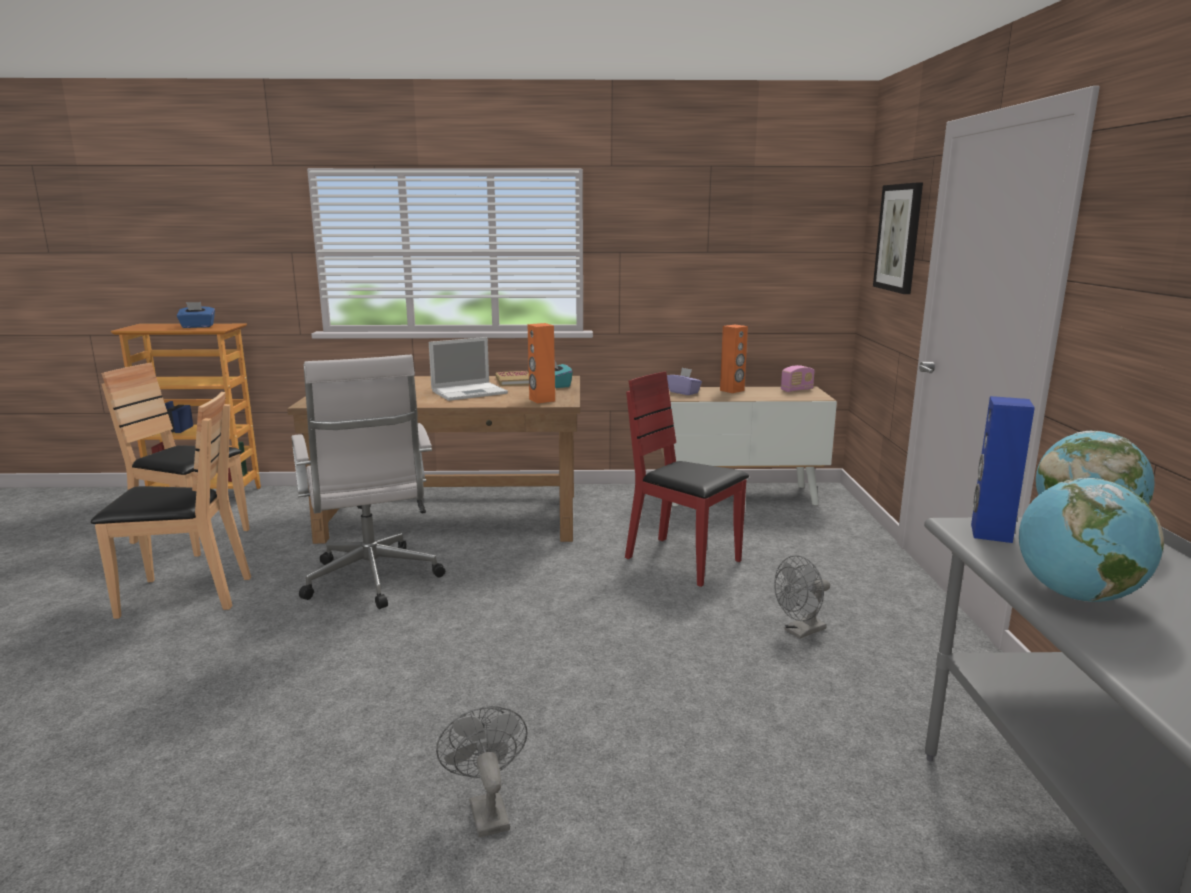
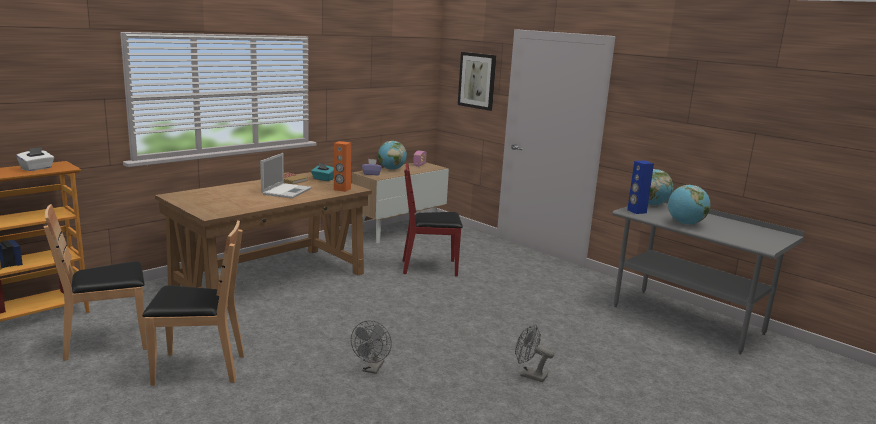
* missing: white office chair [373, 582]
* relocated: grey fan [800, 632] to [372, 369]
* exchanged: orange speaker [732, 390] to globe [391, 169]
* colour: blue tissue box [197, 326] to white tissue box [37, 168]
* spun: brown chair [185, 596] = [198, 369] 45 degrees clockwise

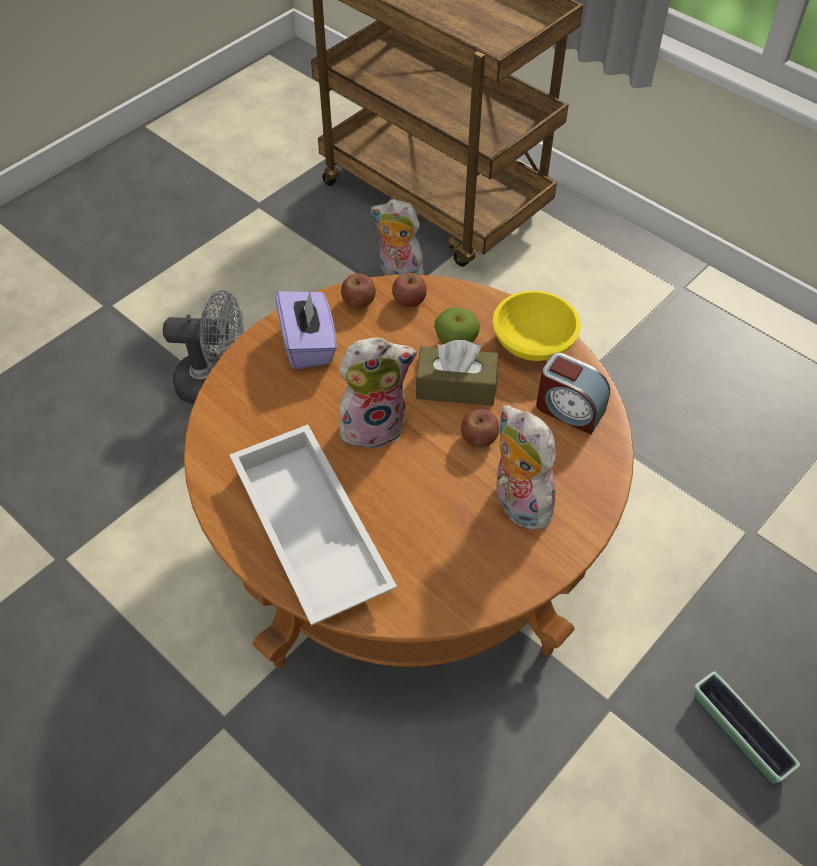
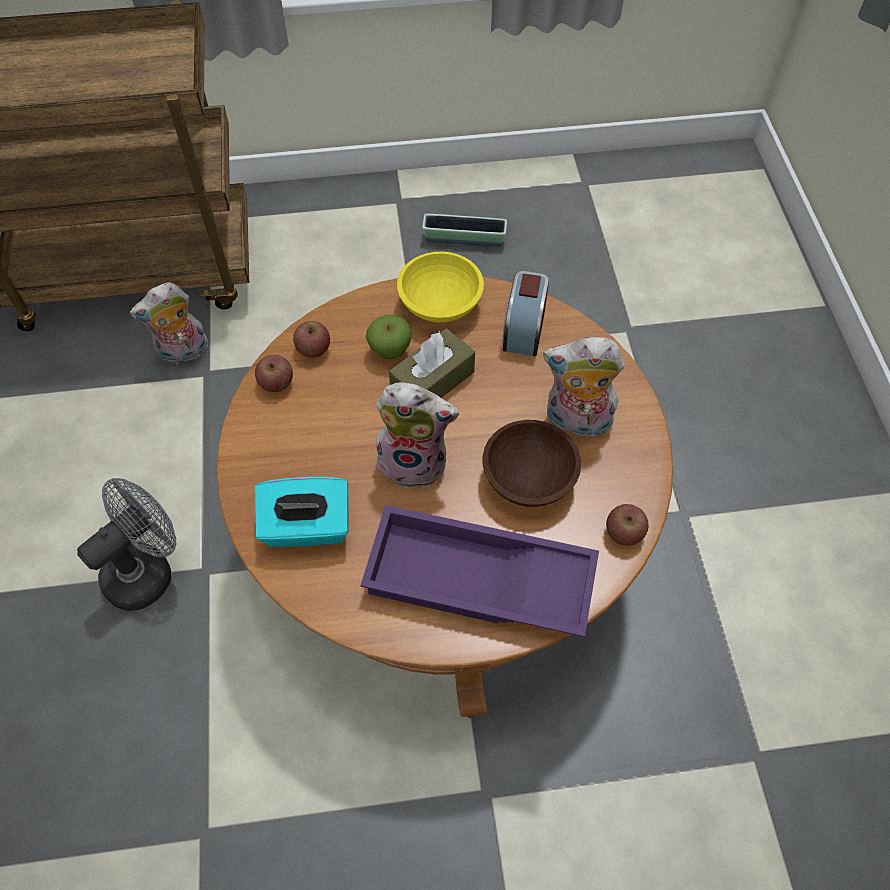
* missing: purple tissue box [309, 344]
* appeared: turquoise tissue box [307, 527]
* appeared: brown bowl [527, 478]
* relocated: apple [479, 438] to [624, 532]
* relocated: planter [738, 735] to [464, 239]
* colour: white tray [307, 532] to purple tray [477, 582]
* spun: plush toy [374, 424] = [415, 461] 75 degrees clockwise
* spun: alarm clock [569, 410] = [523, 329] 120 degrees clockwise

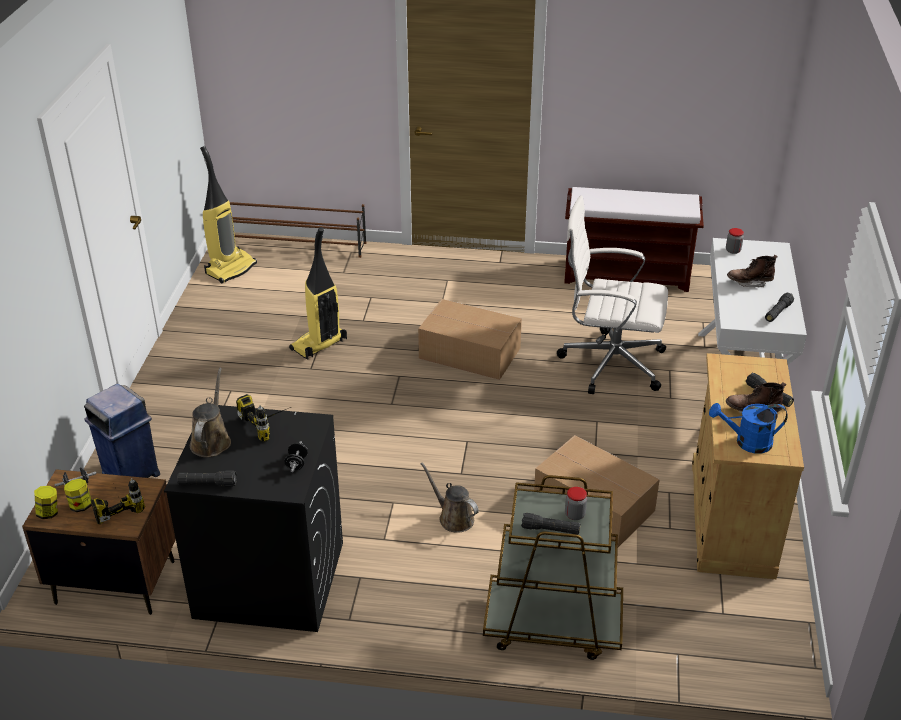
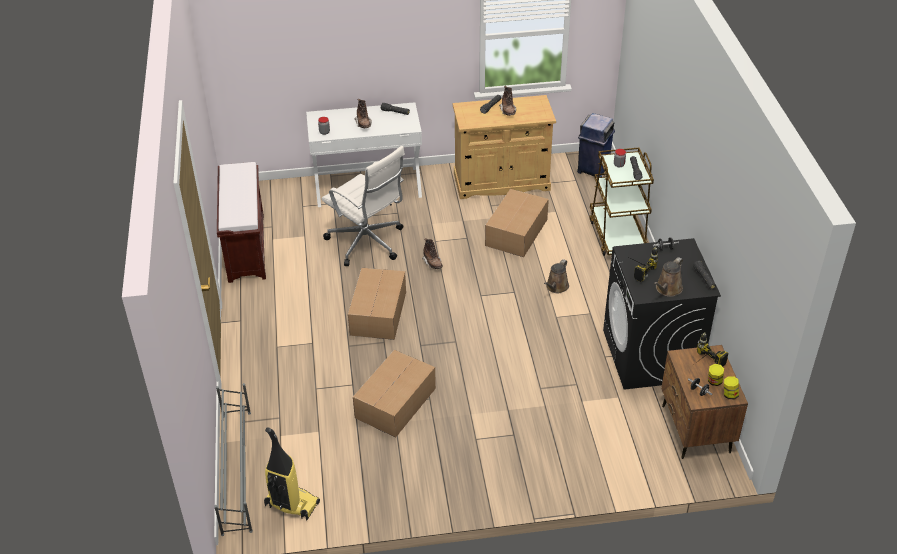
* missing: blue watering can [747, 442]
* appeared: brown boot [432, 263]
* relocated: blue trash can [130, 474] to [593, 170]
* exchanged: vacuum cleaner [319, 345] to cardboard box [396, 402]
* colour: brown shoe rack [292, 245] to grey shoe rack [237, 470]
* spun: brown watering can [211, 440] = [667, 289] 45 degrees counterclockwise
* spun: white office chair [609, 363] = [367, 243] 45 degrees counterclockwise

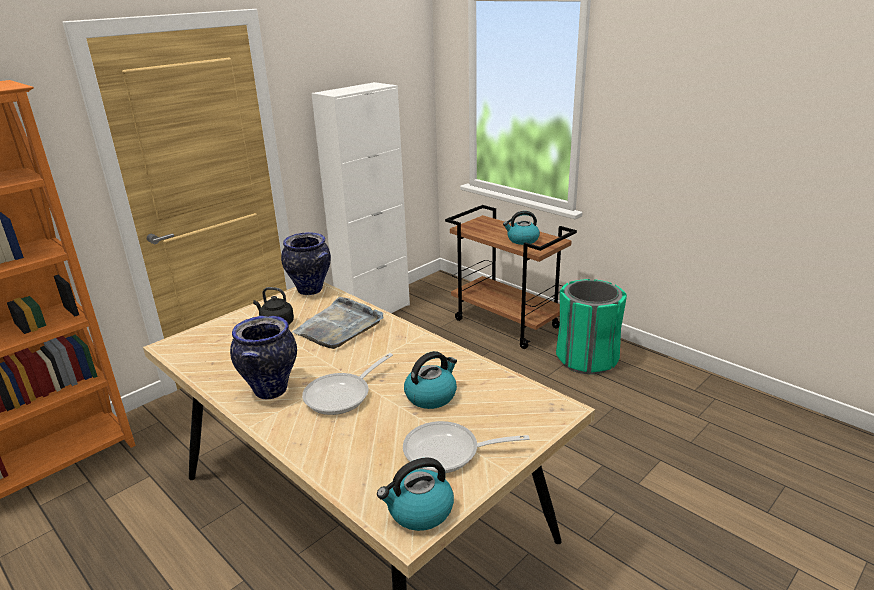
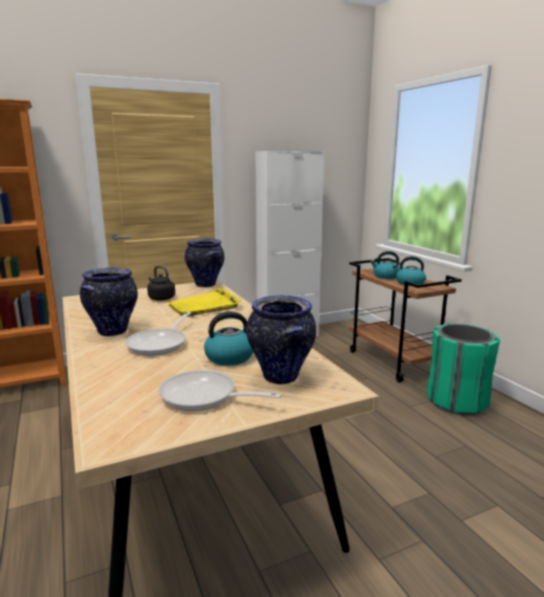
* appeared: vase [281, 377]
* relocated: kettle [419, 511] to [386, 276]
* colour: grey tray [339, 326] to yellow tray [204, 306]
* spun: frying pan [342, 395] = [160, 343] 45 degrees counterclockwise

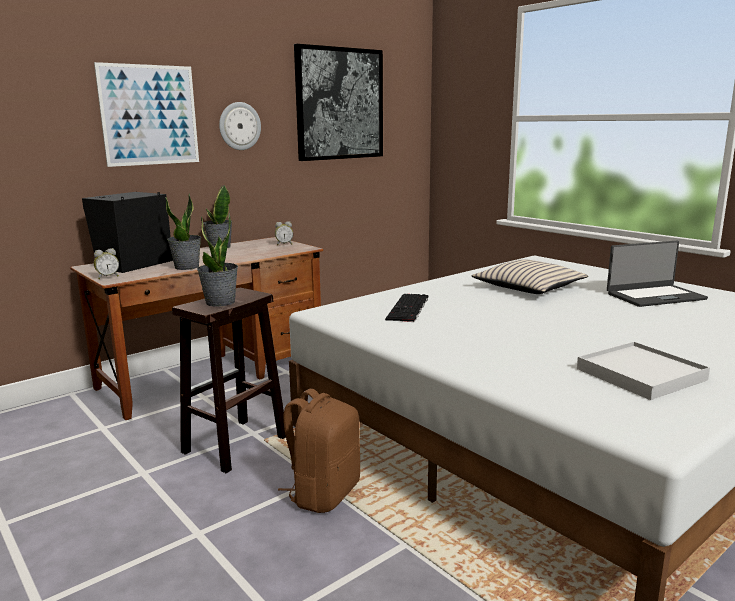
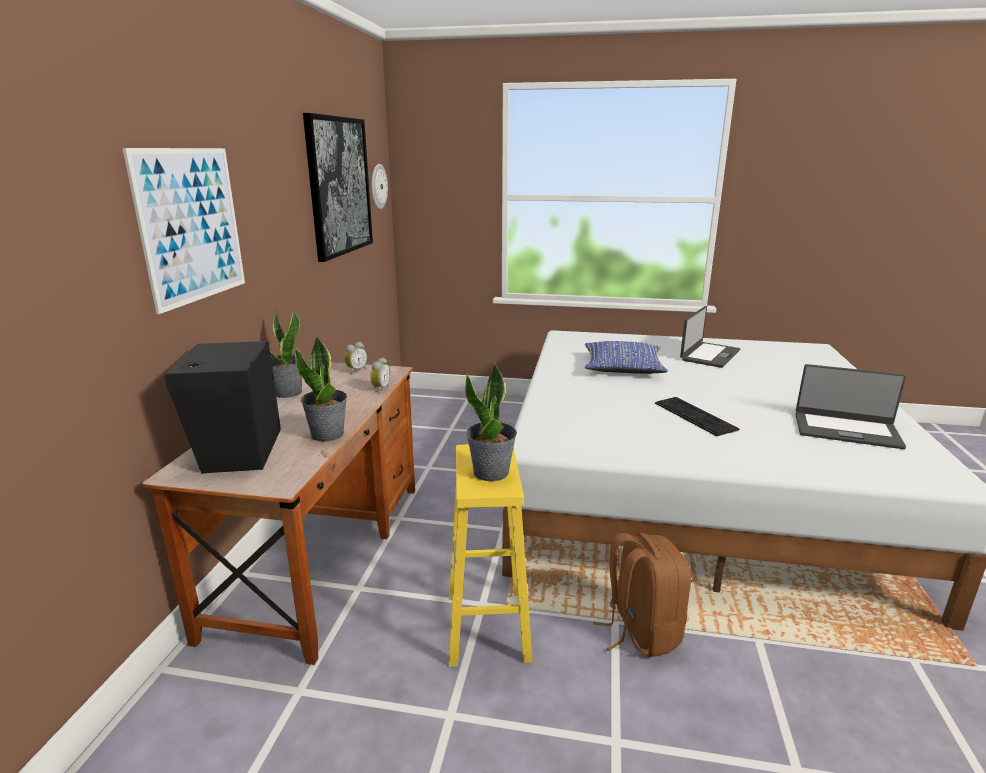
* relocated: alarm clock [107, 277] to [380, 389]
* relocated: wall clock [239, 126] to [378, 186]
* relocated: keyboard [409, 308] to [696, 416]
* exchanged: white tray [641, 374] to laptop [846, 430]
* colour: brown stool [234, 445] to yellow stool [488, 628]
* colour: beige pillow [528, 287] to blue pillow [623, 367]

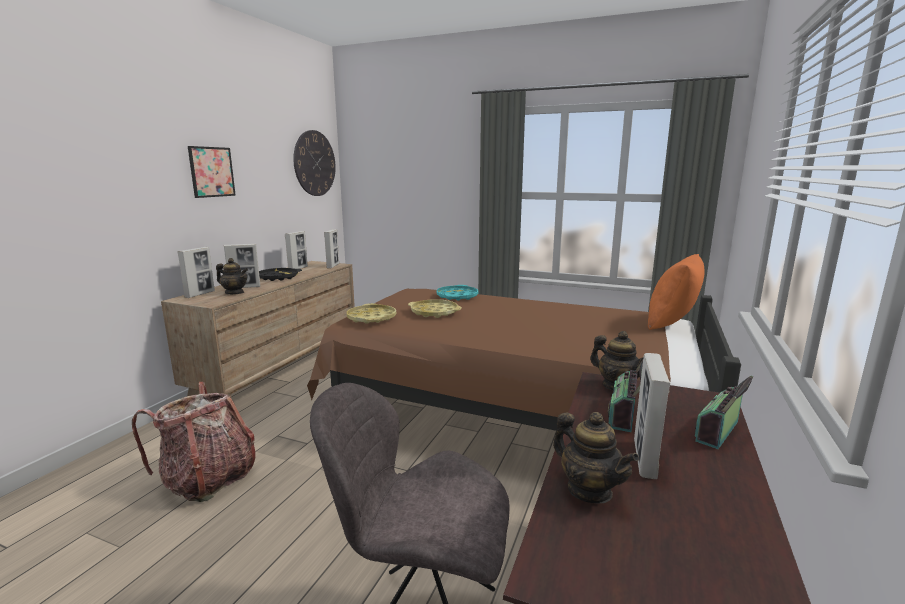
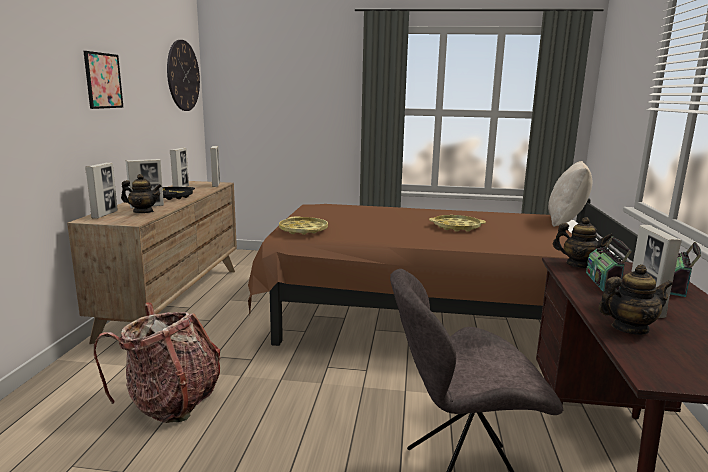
* missing: turquoise tray [457, 296]
* relocated: yellow tray [434, 312] to [456, 227]
* colour: orange pillow [672, 323] to beige pillow [566, 221]
* spun: teapot [589, 490] = [629, 328] 45 degrees counterclockwise

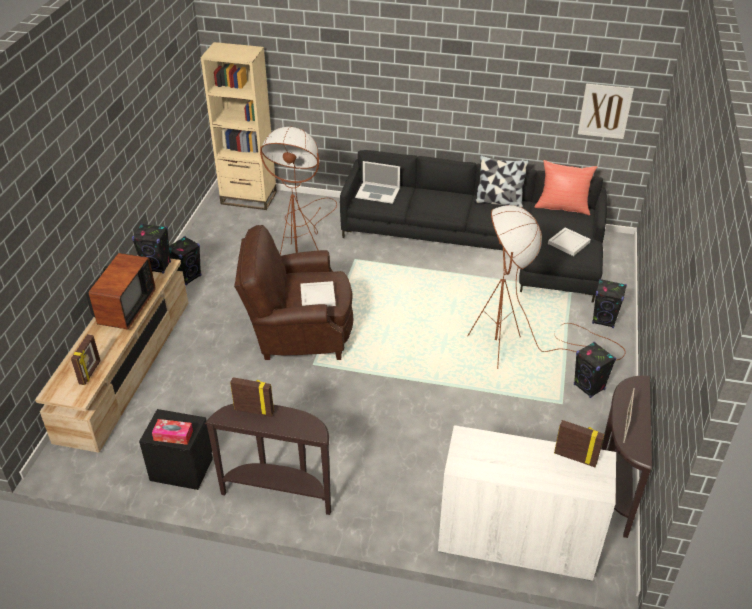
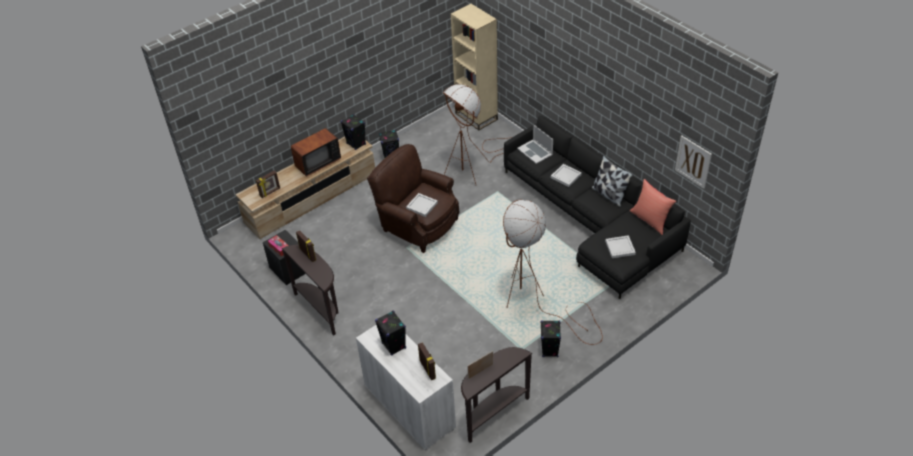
* appeared: white tray [566, 176]
* relocated: black speaker [604, 320] to [394, 346]

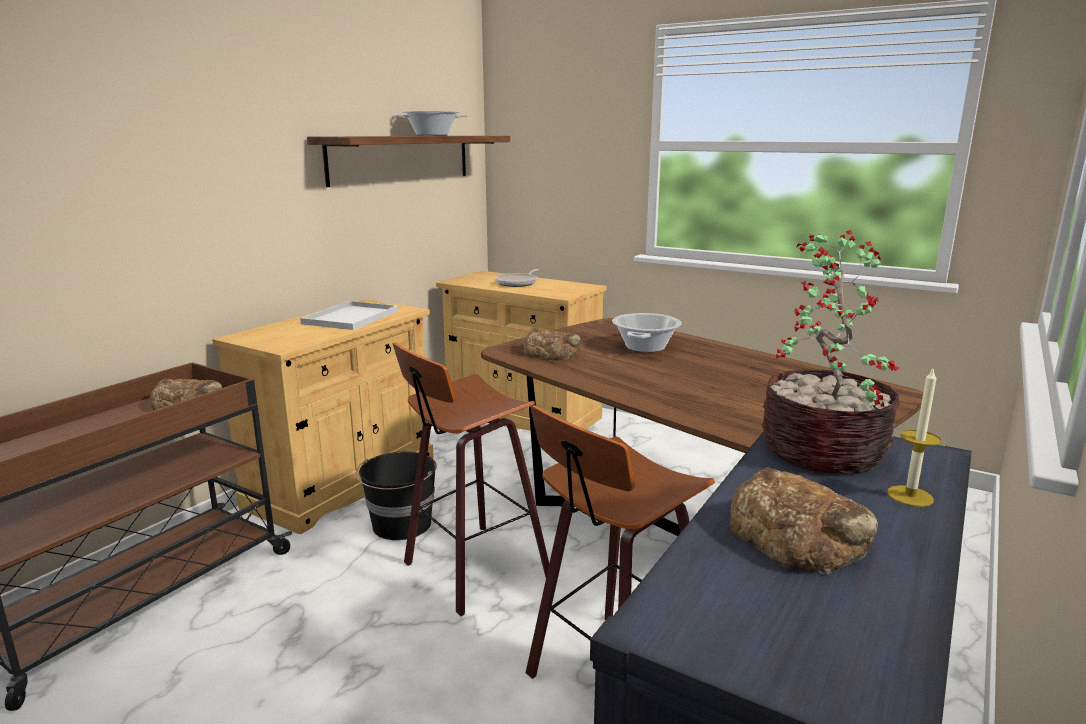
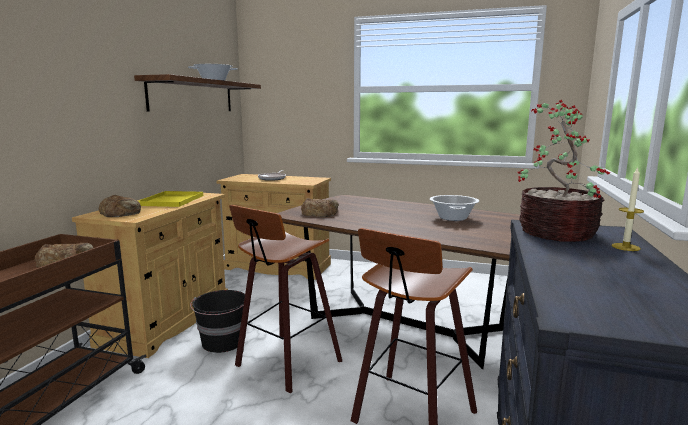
* relocated: cooking pot [645, 347] to [453, 218]
* relocated: bread [798, 535] to [121, 212]
* colour: white tray [351, 318] to yellow tray [171, 200]

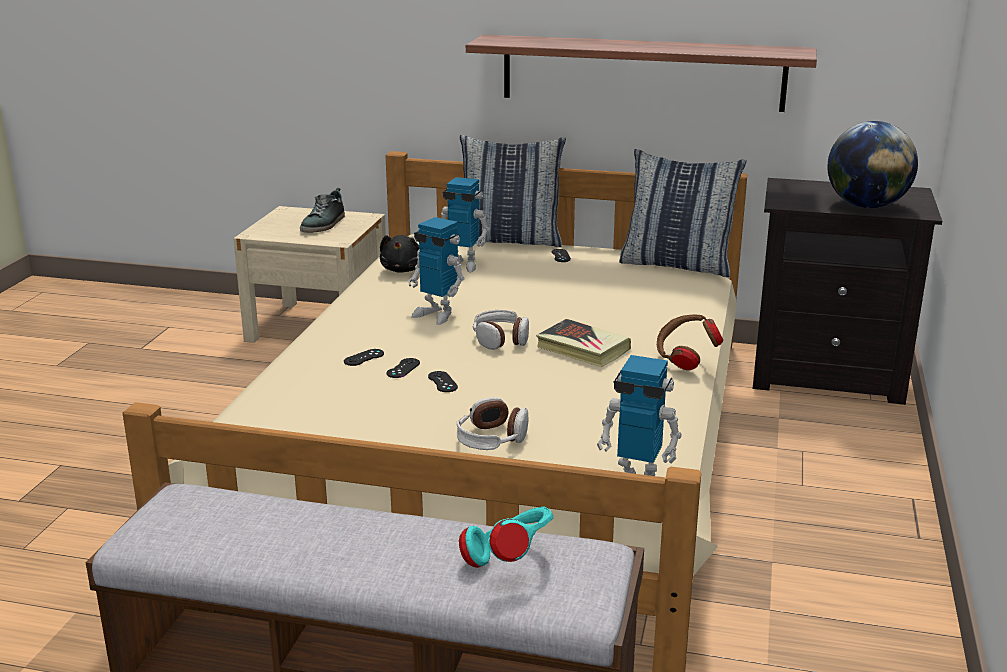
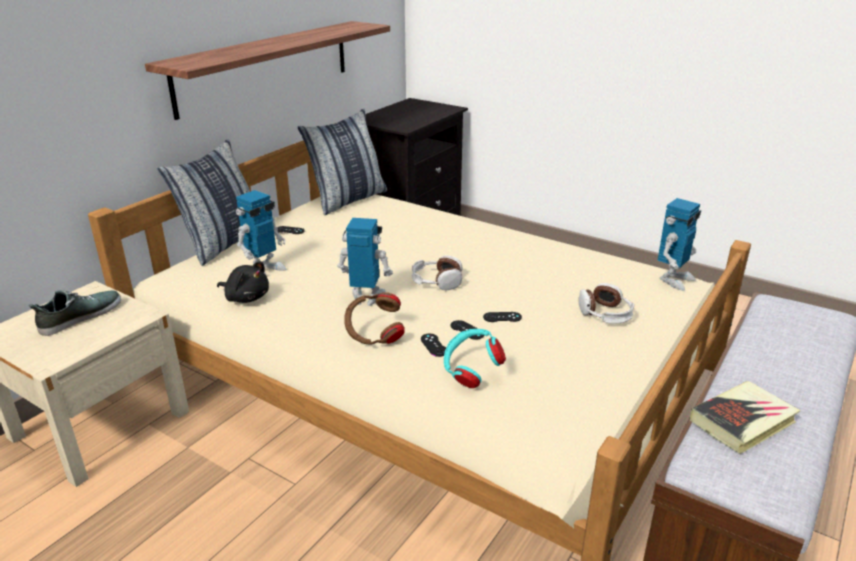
* missing: globe [866, 206]
* relocated: turquoise headphones [510, 560] to [471, 373]
* relocated: book [583, 349] to [742, 421]
* relocated: brown headphones [685, 360] to [374, 336]
* spun: shoe [324, 224] = [80, 316] 90 degrees counterclockwise
* spun: toy robot [437, 314] = [366, 298] 135 degrees counterclockwise

